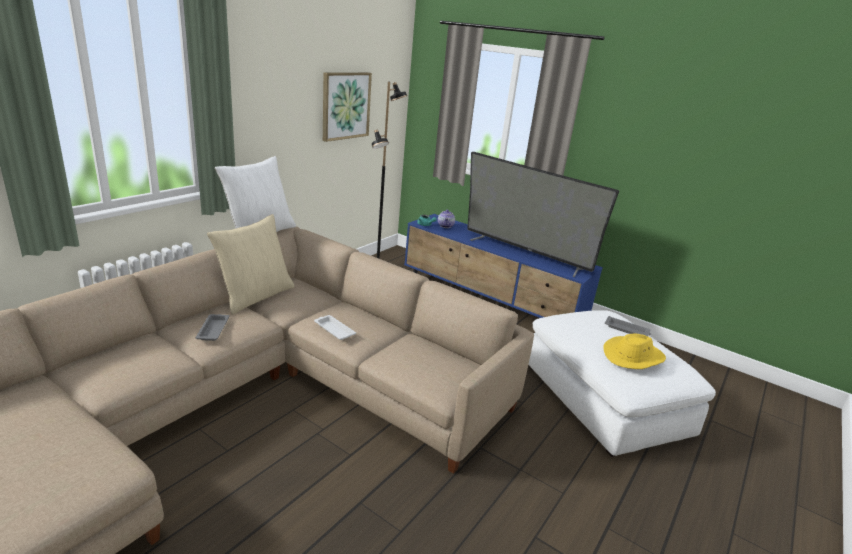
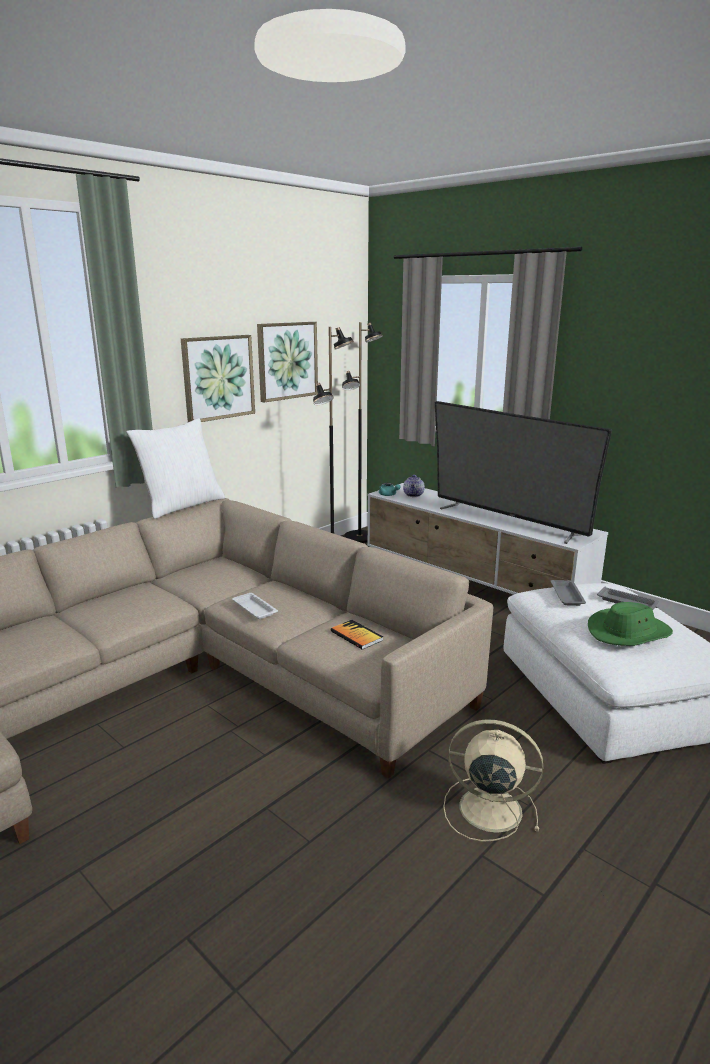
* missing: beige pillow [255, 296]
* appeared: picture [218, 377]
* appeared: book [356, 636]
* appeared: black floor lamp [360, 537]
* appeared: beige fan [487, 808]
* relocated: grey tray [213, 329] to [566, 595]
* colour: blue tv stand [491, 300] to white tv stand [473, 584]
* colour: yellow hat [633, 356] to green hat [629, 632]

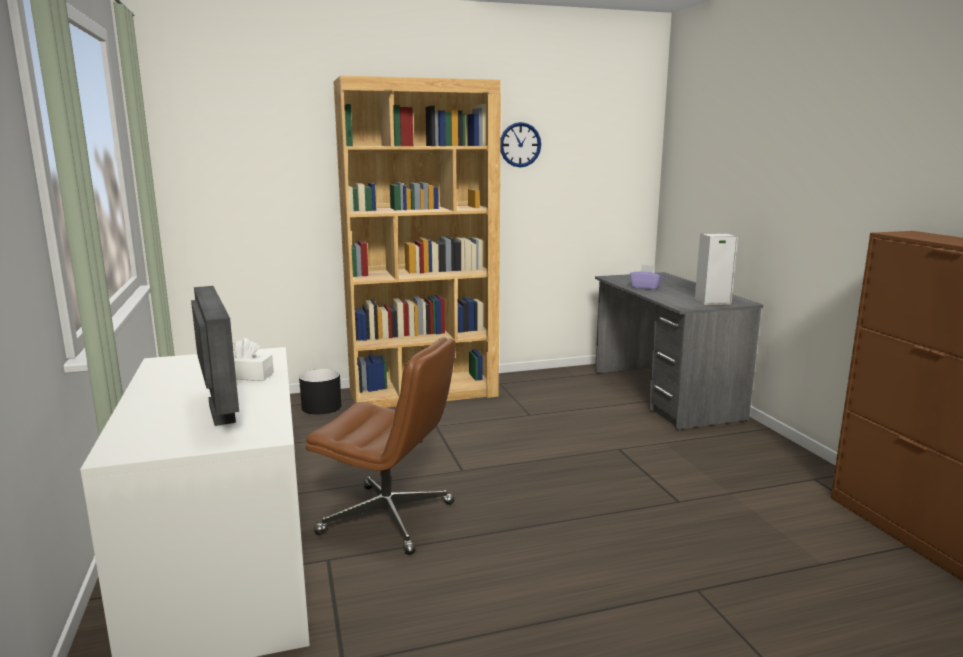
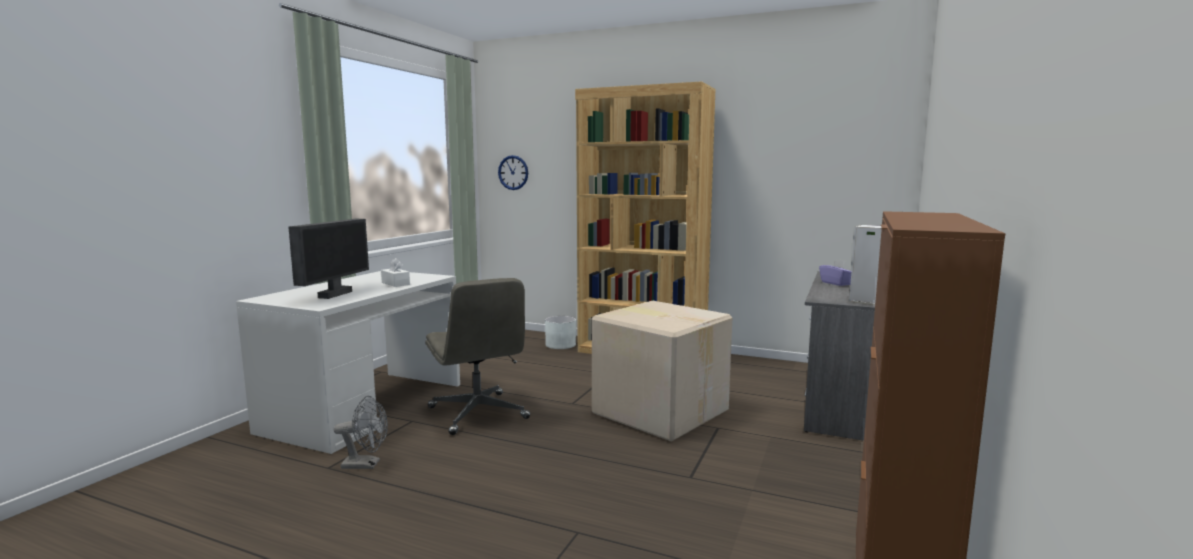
* appeared: grey fan [366, 464]
* appeared: cardboard box [659, 411]
* relocated: wall clock [520, 144] to [513, 172]
* colour: black planter [322, 407] to white planter [560, 345]
* colour: brown office chair [389, 518] to grey office chair [478, 413]

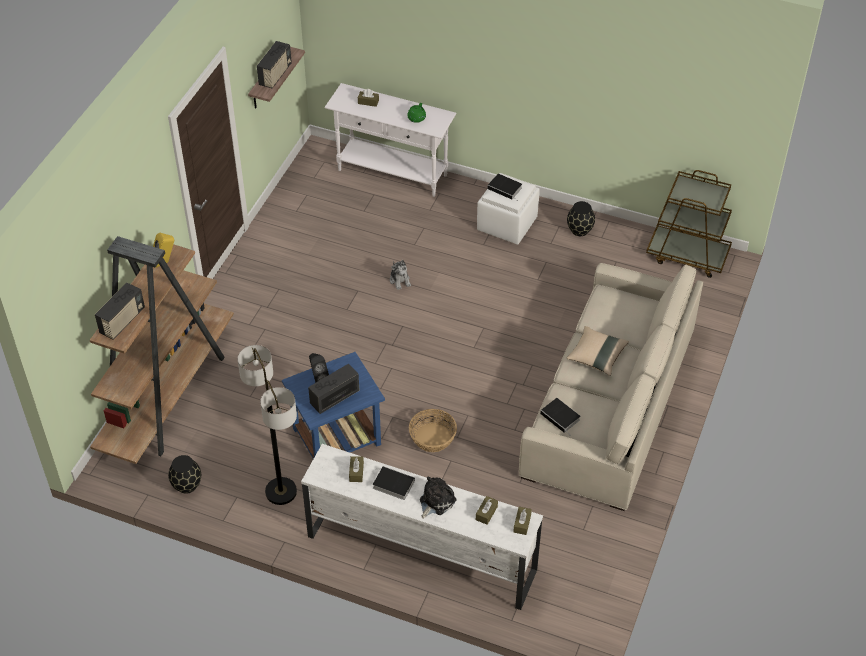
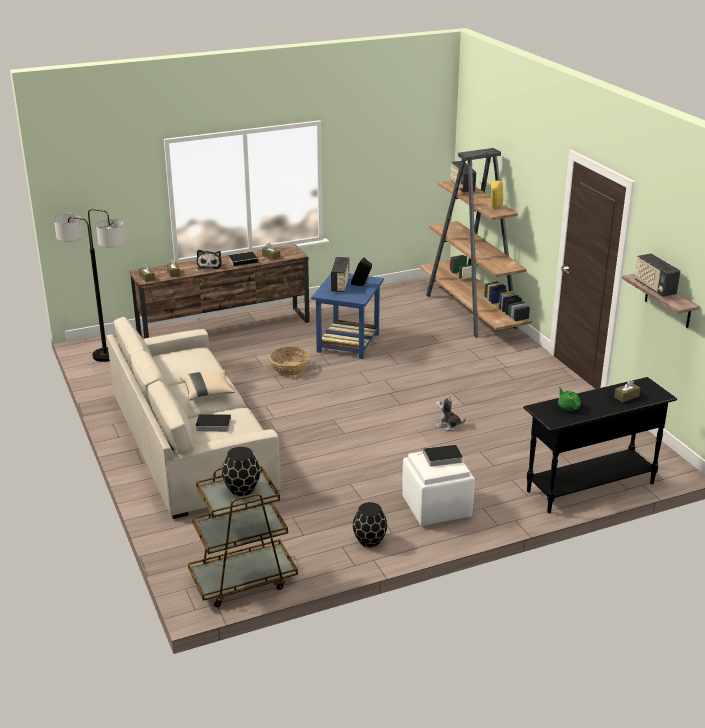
* relocated: black vase [186, 485] to [242, 489]
* relocated: floor lamp [281, 492] to [105, 355]
* relocated: book [561, 417] to [212, 425]
* colour: white tv stand [420, 552] to brown tv stand [225, 329]
* colour: white console table [392, 173] to black console table [589, 487]

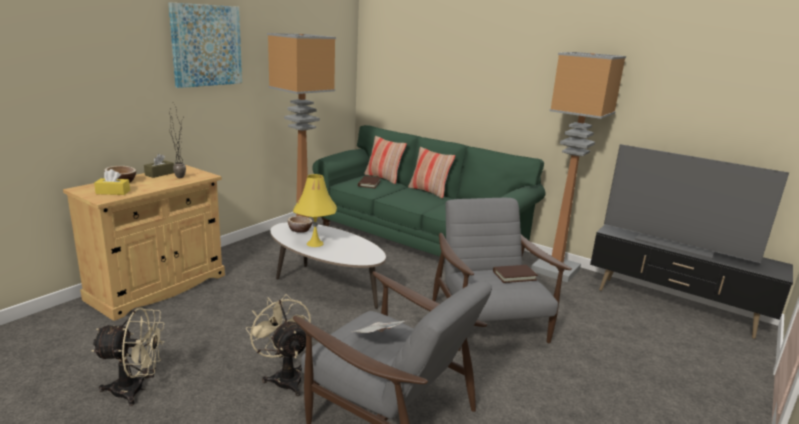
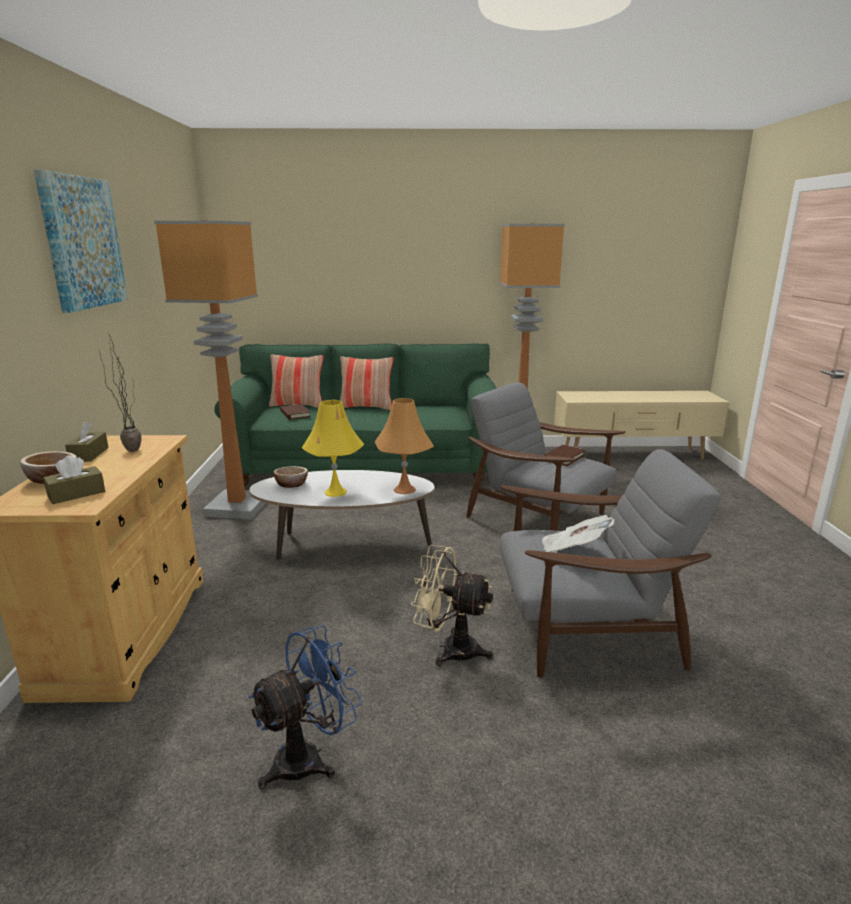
* missing: television [676, 244]
* appeared: orange table lamp [404, 489]
* colour: beige fan [136, 390] to blue fan [309, 757]
* colour: yellow tissue box [113, 192] to brown tissue box [76, 494]
* colour: black tv stand [674, 307] to beige tv stand [633, 455]

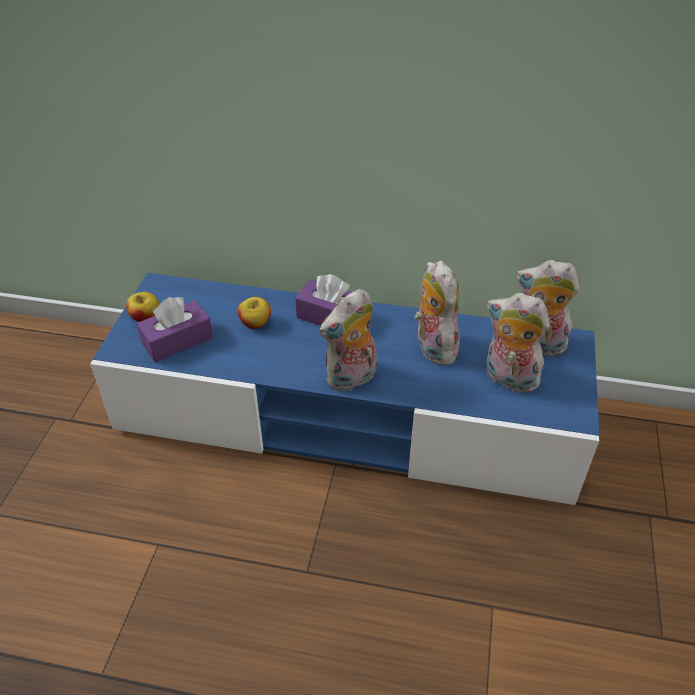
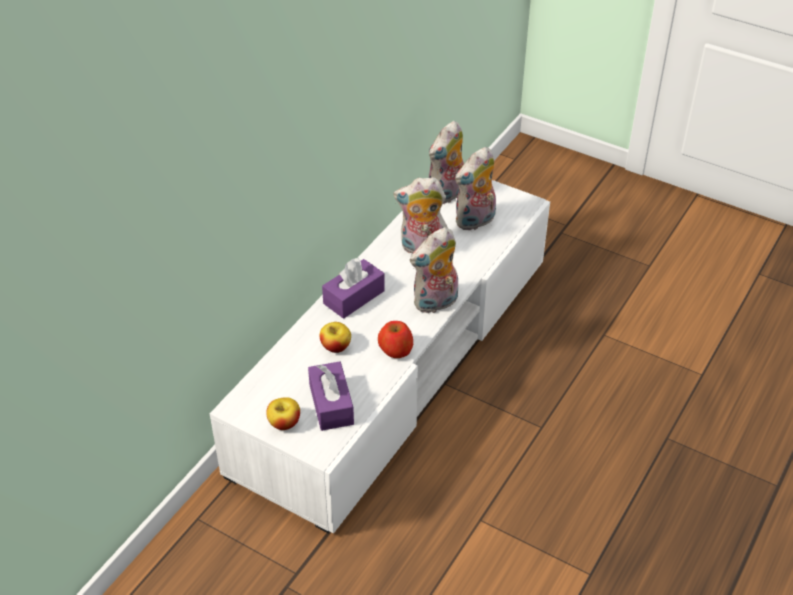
* appeared: apple [396, 349]
* colour: blue tv stand [347, 417] to white tv stand [396, 362]
* spun: plush toy [351, 379] = [436, 303] 75 degrees clockwise

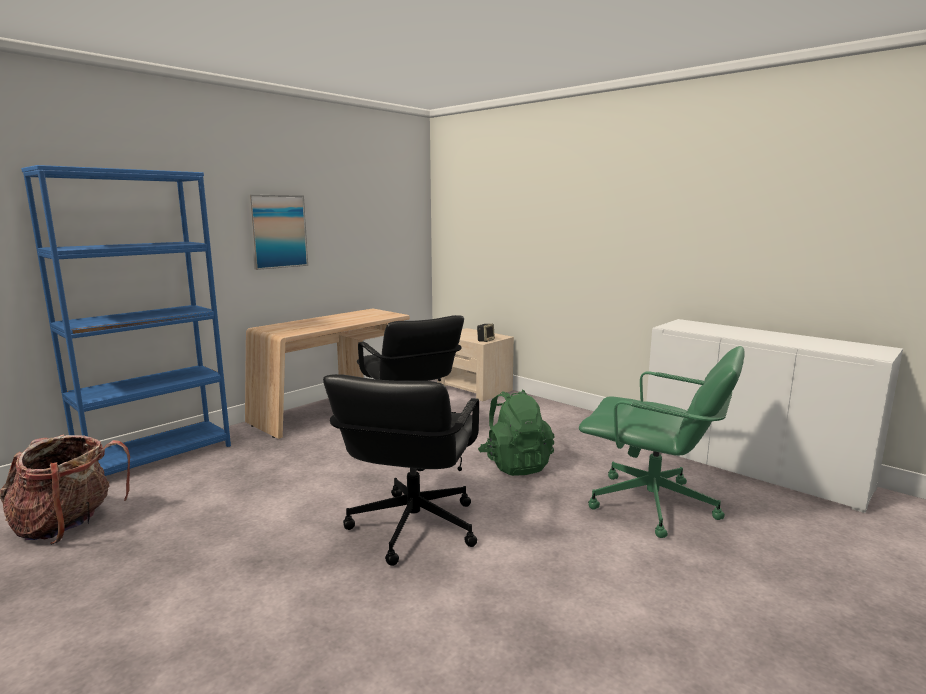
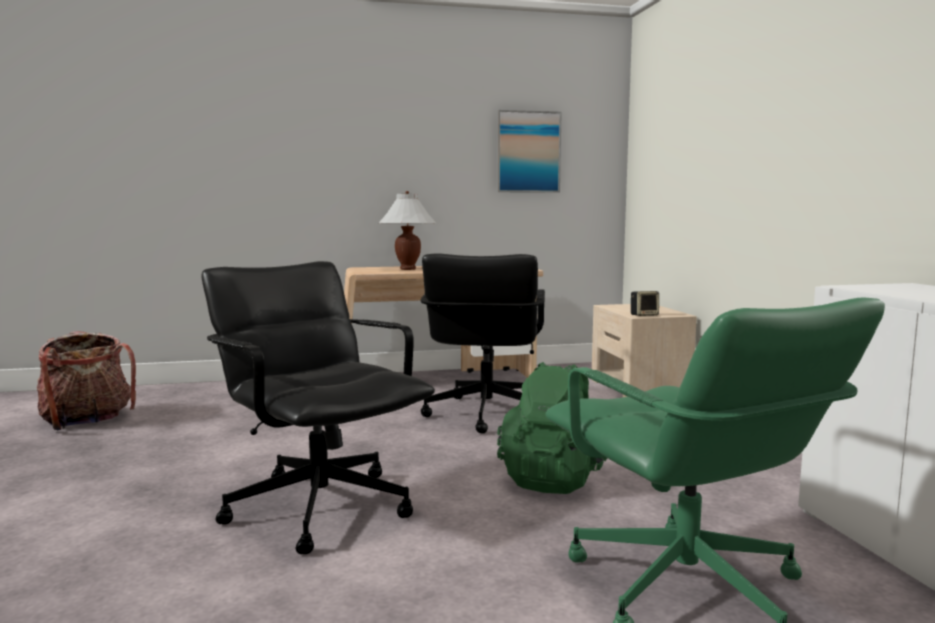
* missing: blue bookcase [157, 457]
* appeared: white table lamp [407, 269]
* relocated: picture [278, 231] to [528, 152]
* spun: black office chair [412, 527] = [320, 506] 90 degrees clockwise

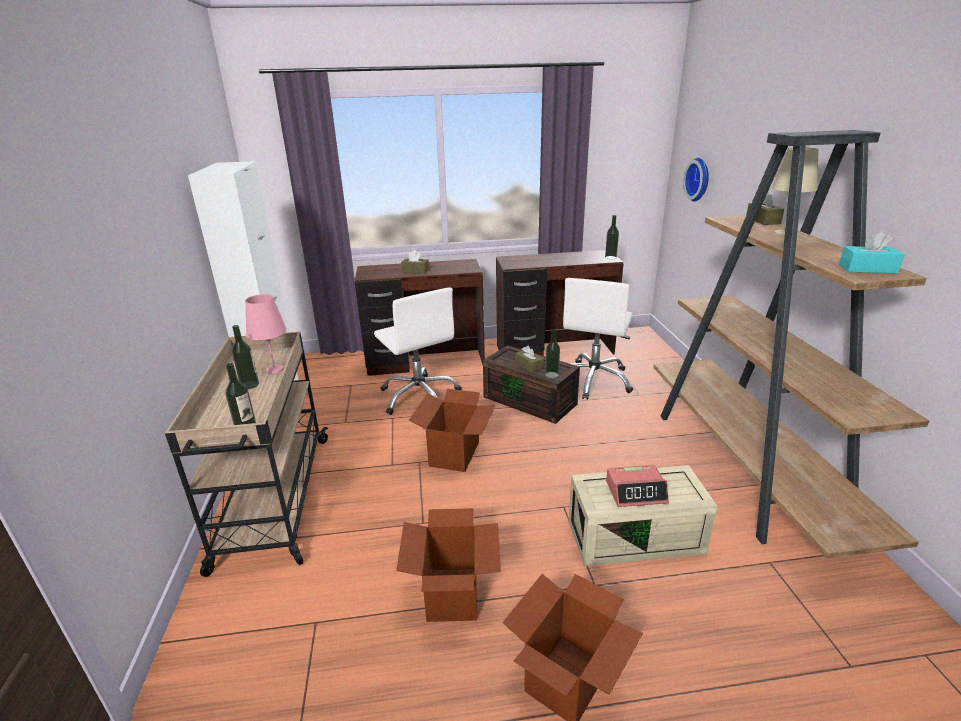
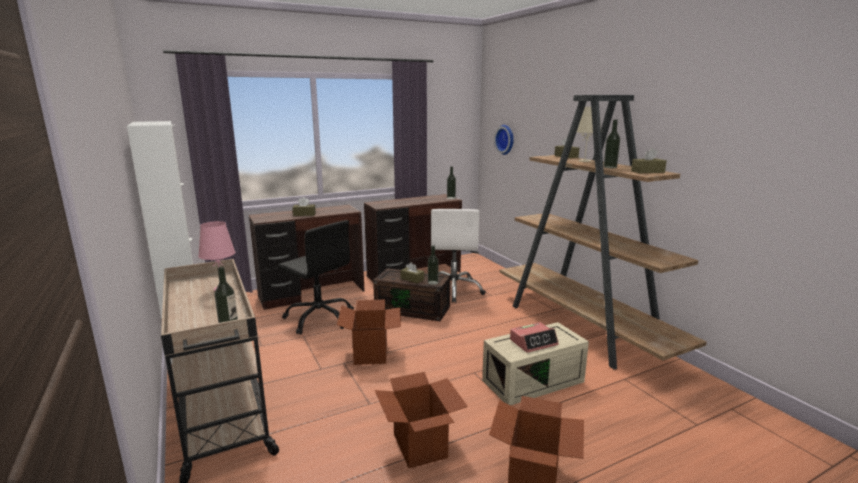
* relocated: bottle [249, 385] to [610, 167]
* colour: white office chair [420, 396] to black office chair [320, 318]
* colour: turquoise tissue box [867, 269] to brown tissue box [647, 172]

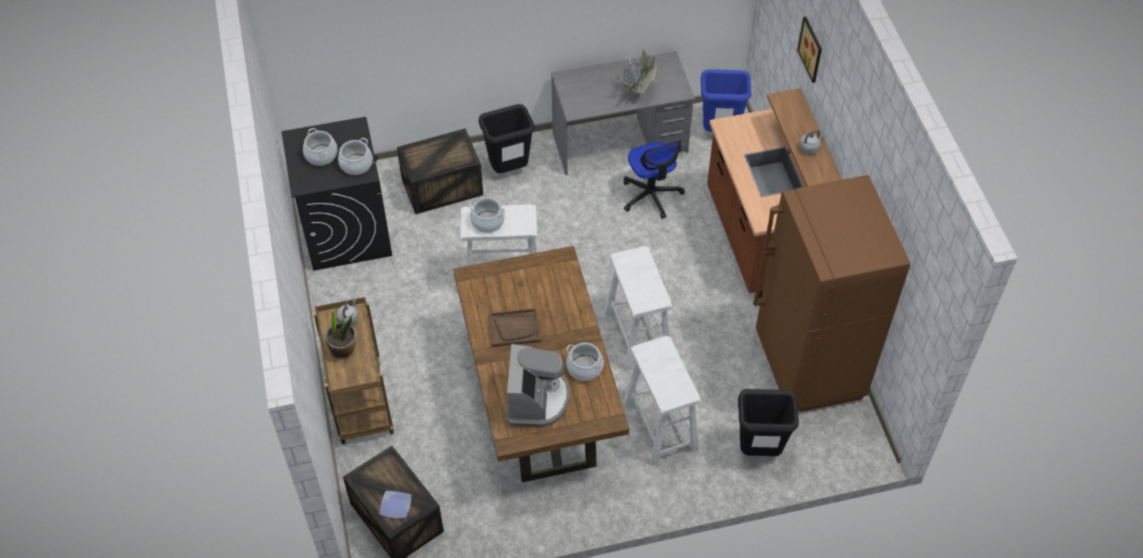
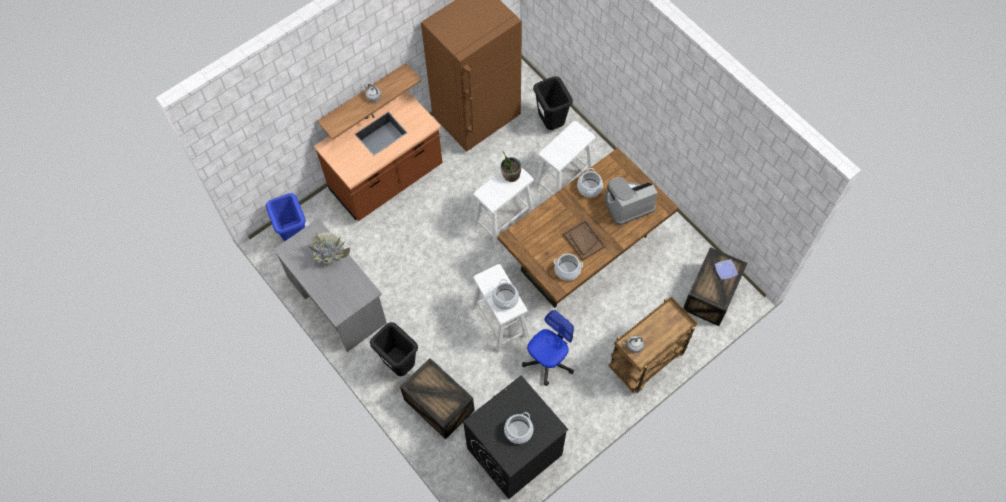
* missing: picture [812, 49]
* relocated: potted plant [343, 349] to [510, 175]
* relocated: cooking pot [356, 164] to [567, 270]
* relocated: office chair [651, 195] to [548, 361]

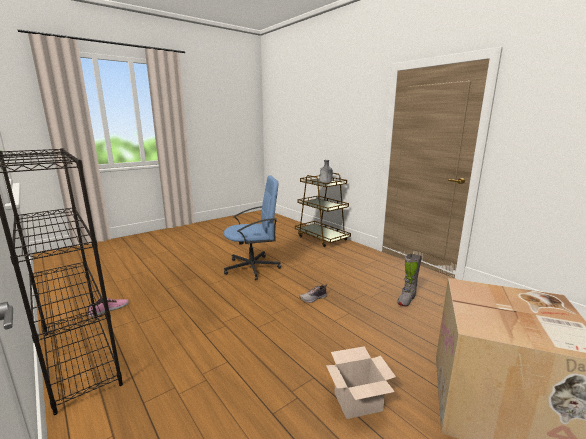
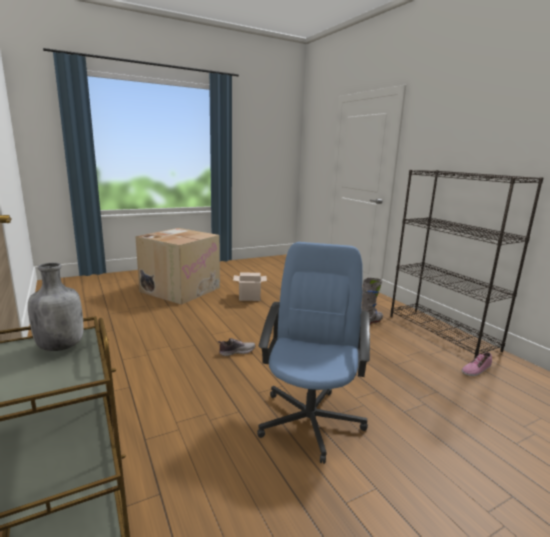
* relocated: grey boot [406, 300] to [371, 321]
* spun: blue office chair [253, 267] = [310, 420] 105 degrees clockwise

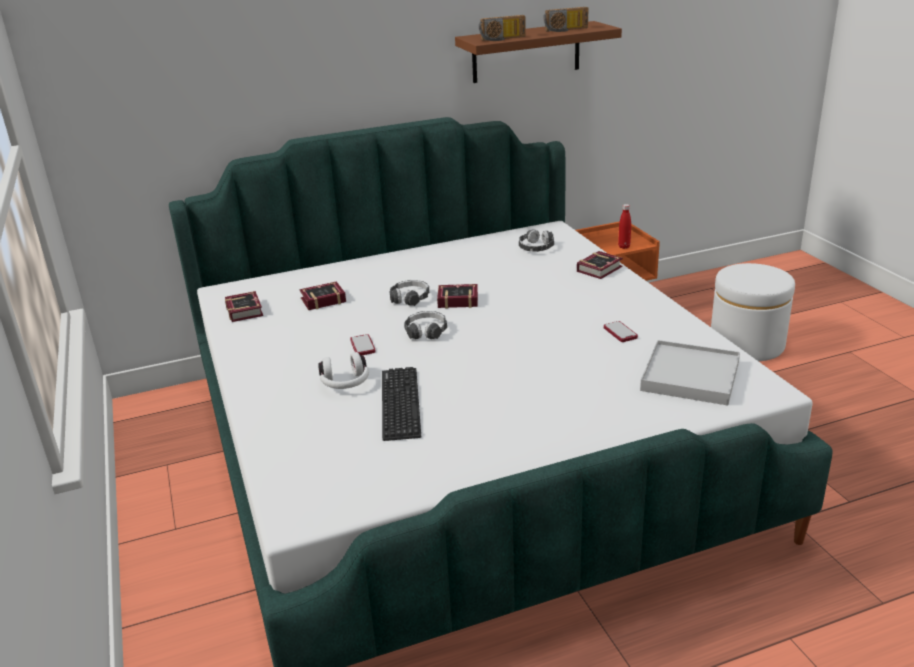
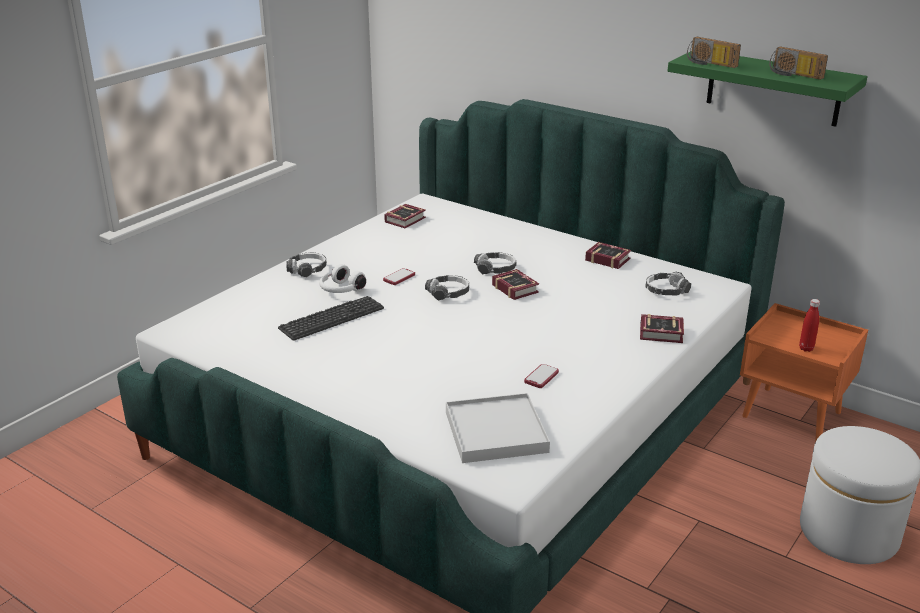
* appeared: headphones [307, 269]
* relocated: book [321, 300] to [606, 259]
* colour: brown shelf [526, 52] to green shelf [773, 88]

